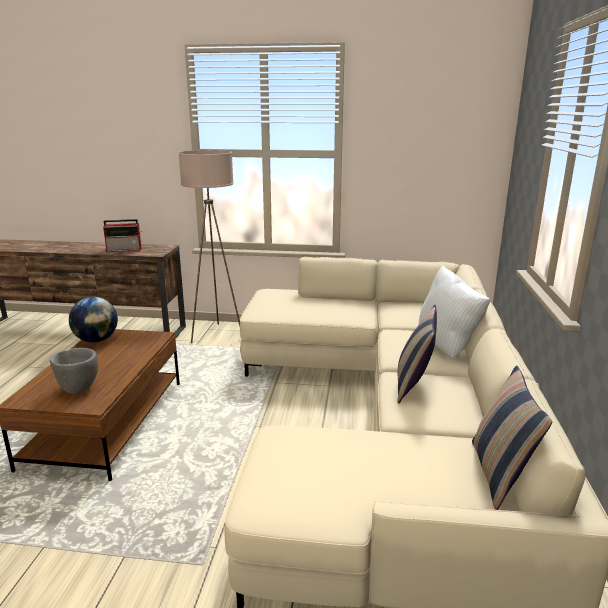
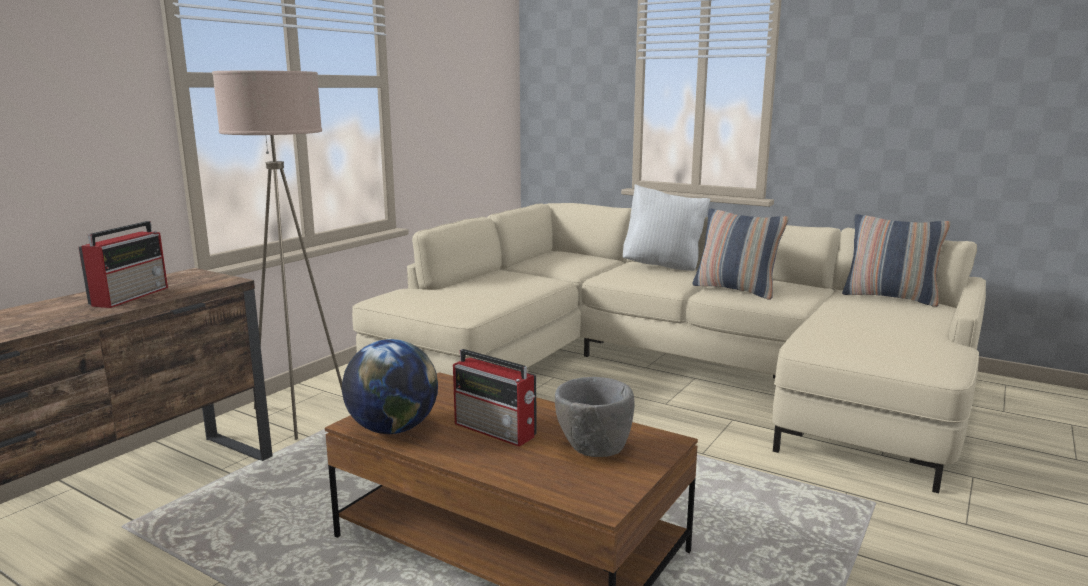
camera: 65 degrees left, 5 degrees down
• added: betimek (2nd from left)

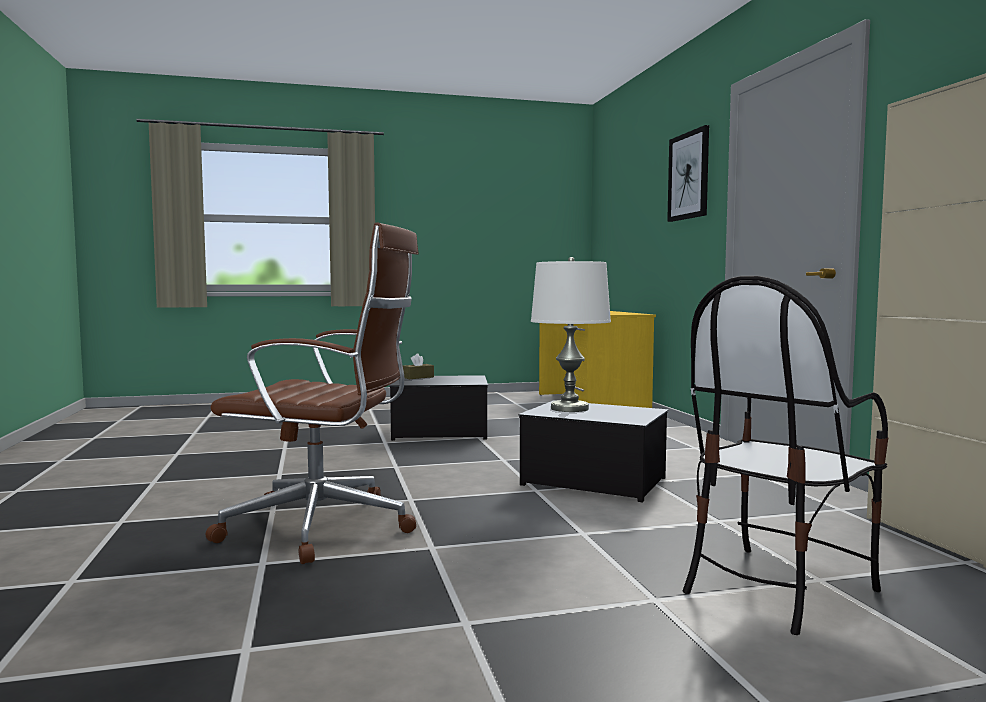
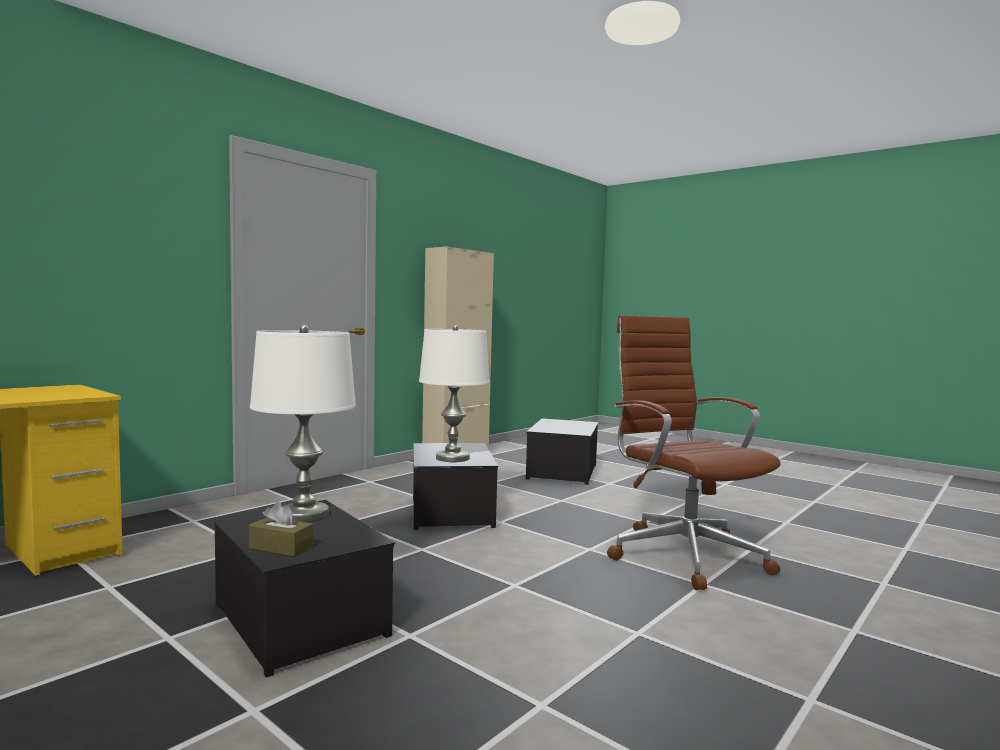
camera: 125 degrees left, 0 degrees up
• removed: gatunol
• added: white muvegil (1st from left)
• replaced: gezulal to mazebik (3rd from left)

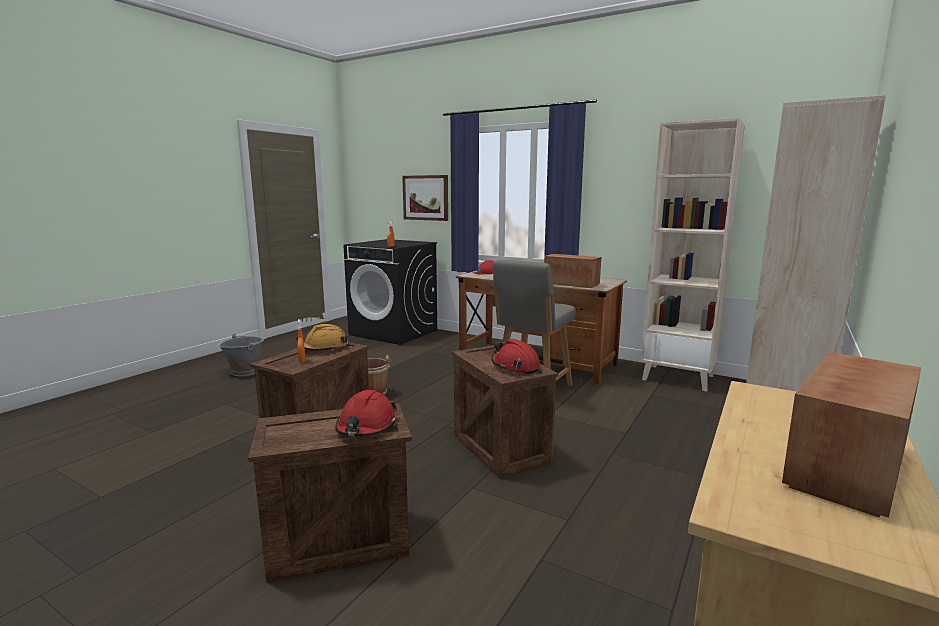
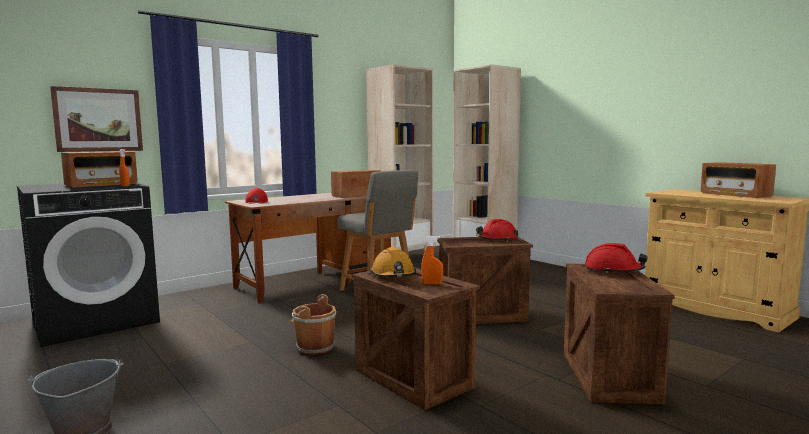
camera: 70 degrees left, 5 degrees down
• added: betimek (1st from left)

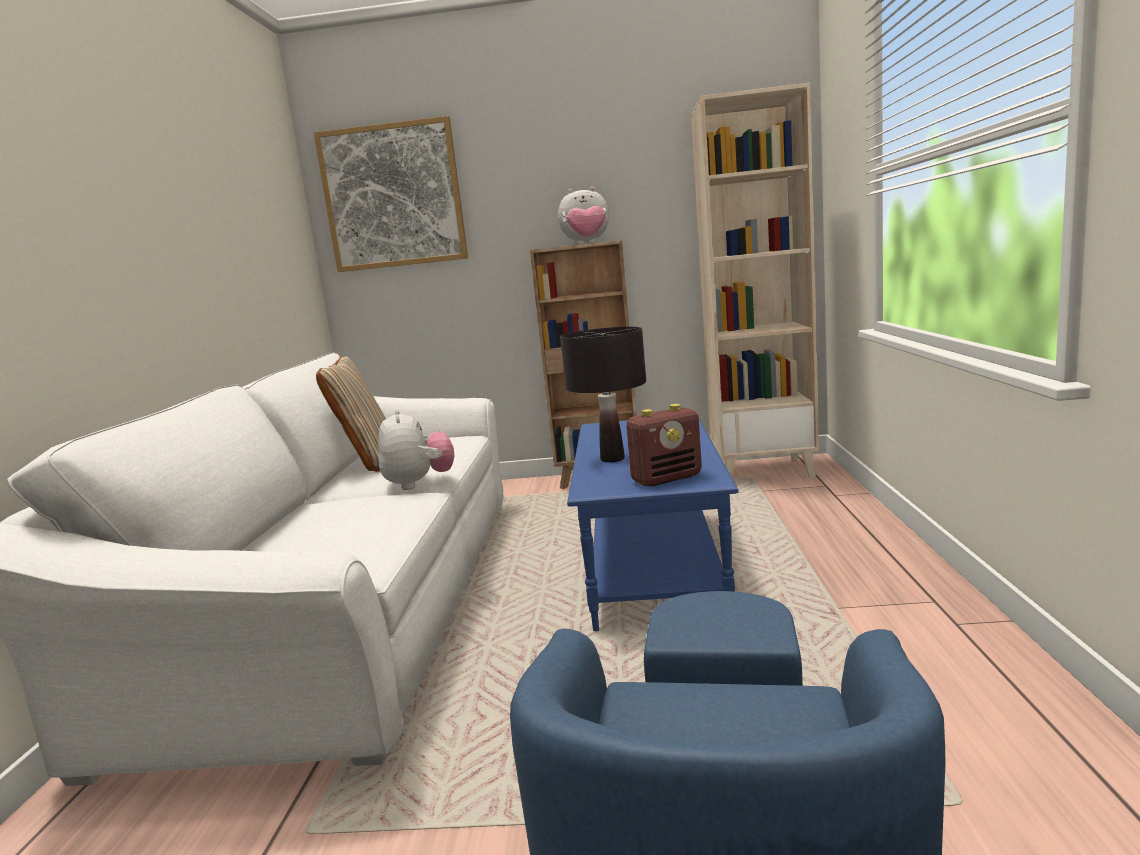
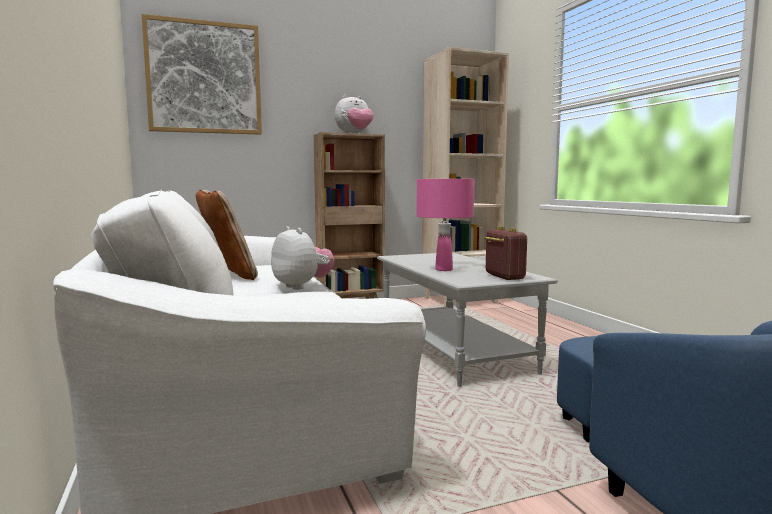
camera: 25 degrees left, 5 degrees down
• recoloured: black muvegil to pink muvegil
• recoloured: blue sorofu to grey sorofu
• turned: betimek 60 degrees counterclockwise

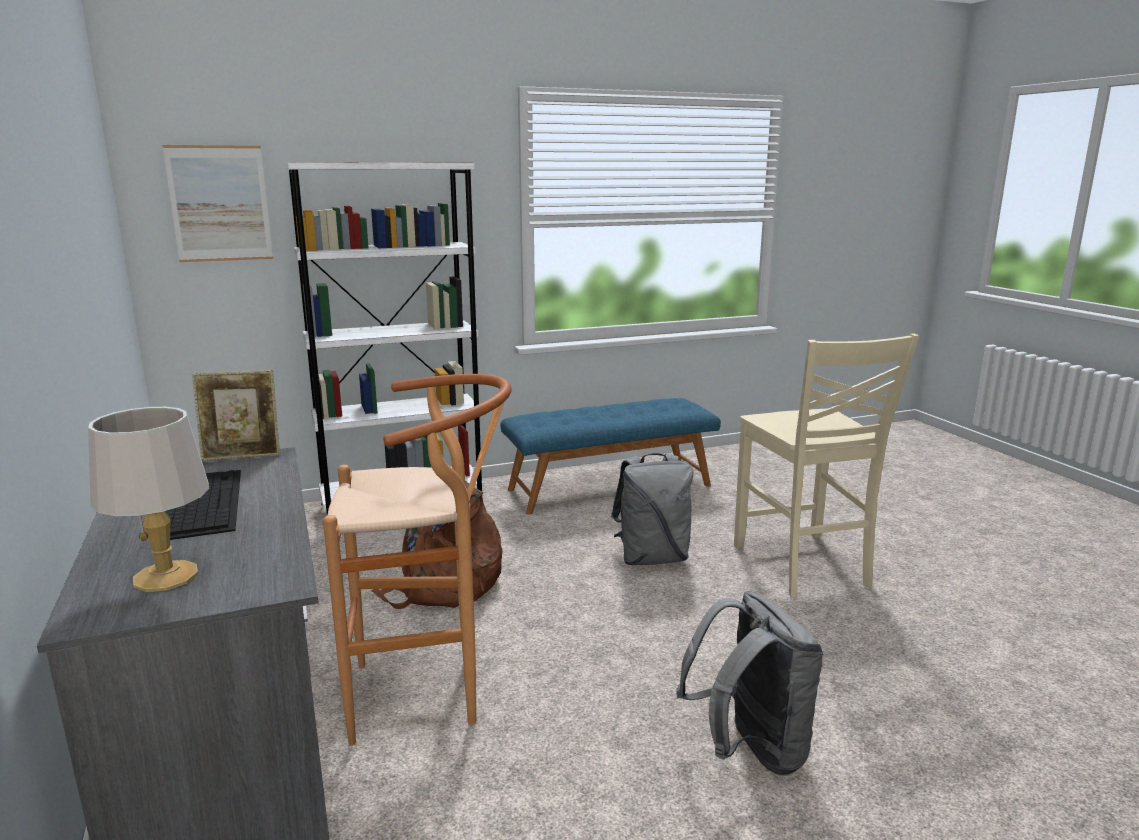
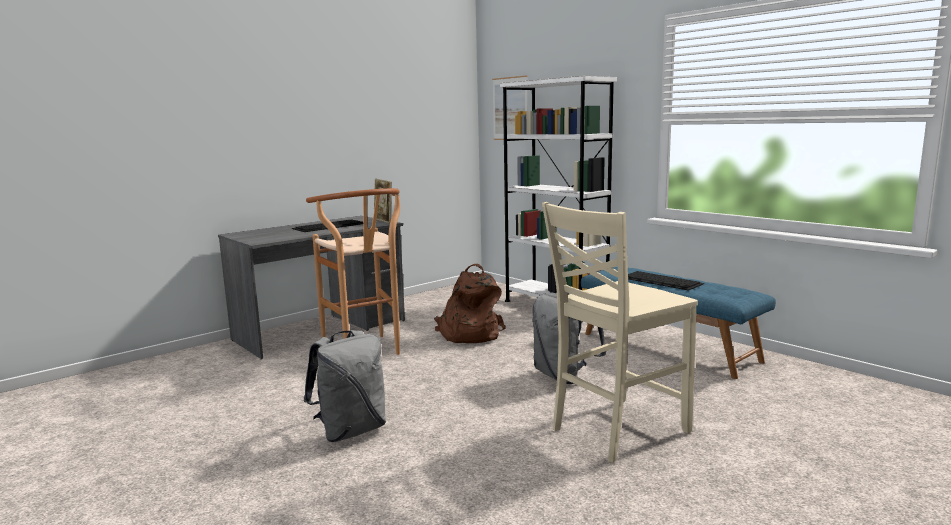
camera: 70 degrees right, 5 degrees down
• removed: grey muvegil
• added: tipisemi (2nd from left)

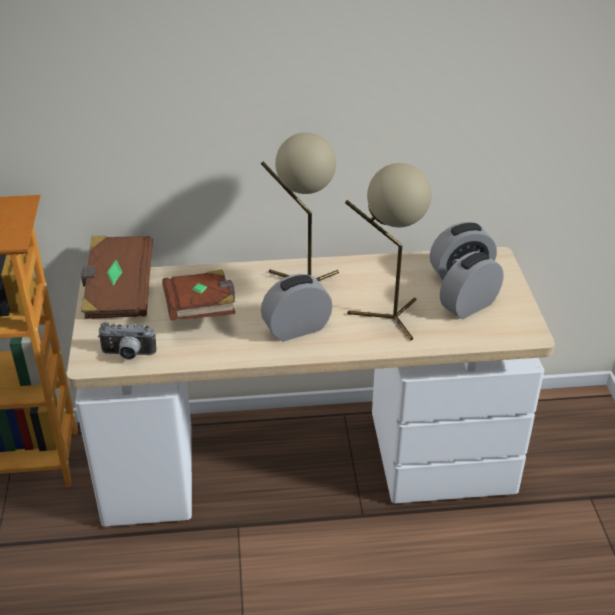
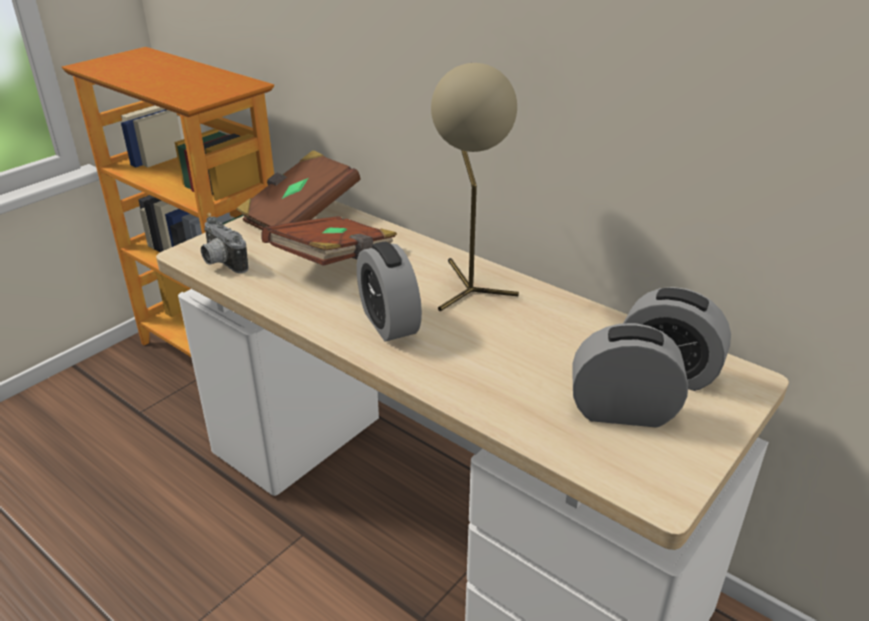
camera: 45 degrees right, 5 degrees down
• removed: beige muvegil (2nd from left)
• turned: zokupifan (1st from left) 135 degrees counterclockwise

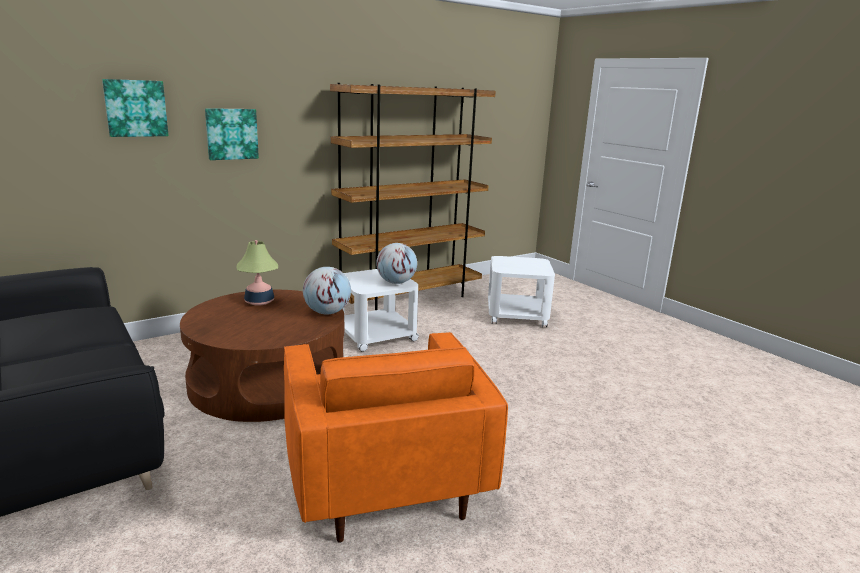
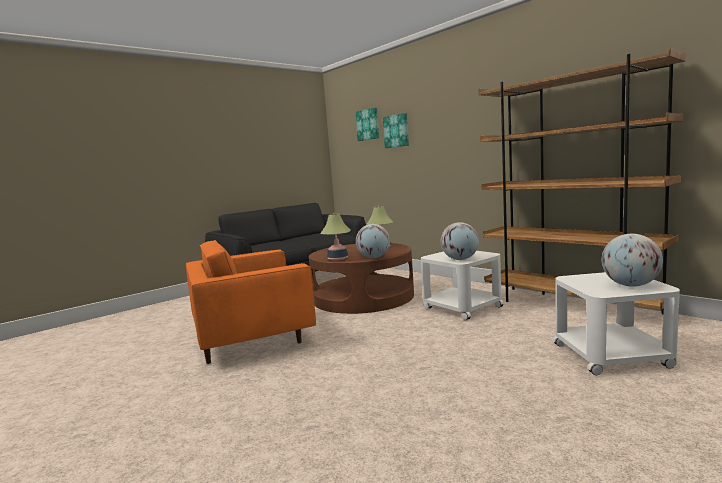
camera: 85 degrees right, 10 degrees down
• added: muvegil (1st from left)
• added: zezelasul (3rd from left)
• moved: gatunol (2nd from left in the first image) to gatunol (1st from left)

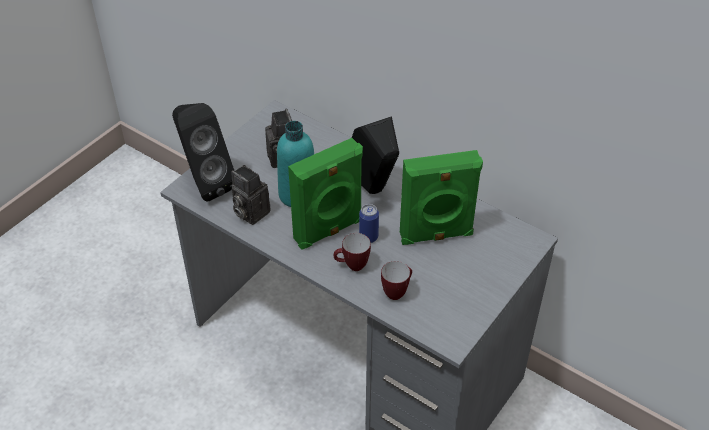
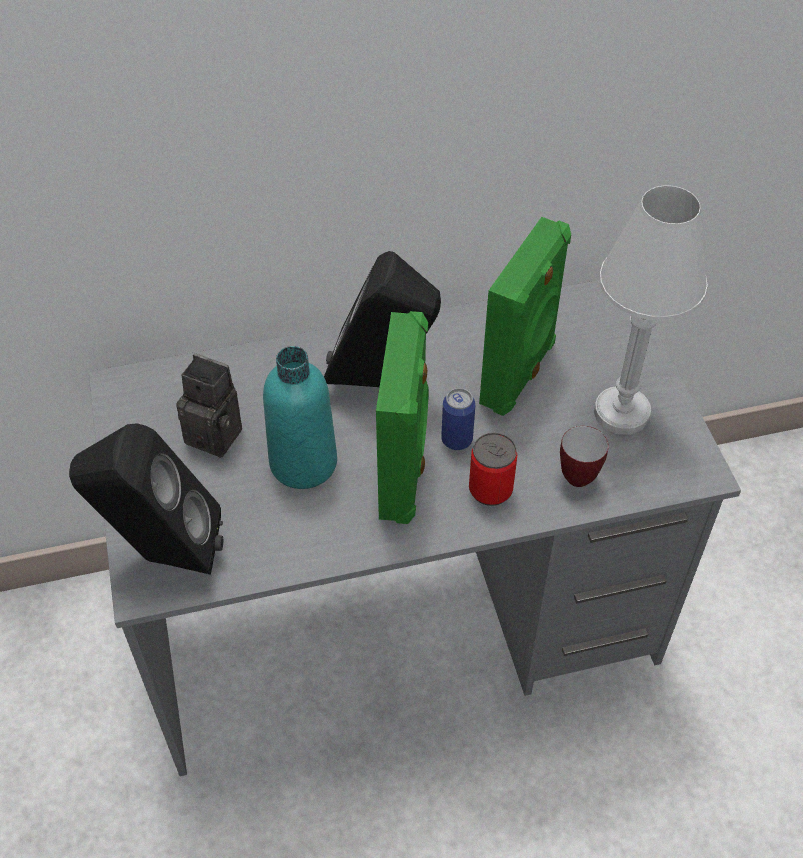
camera: 50 degrees left, 5 degrees up
• removed: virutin (1st from left)
• added: white muvegil
• replaced: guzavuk (1st from left) to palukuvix (2nd from left)

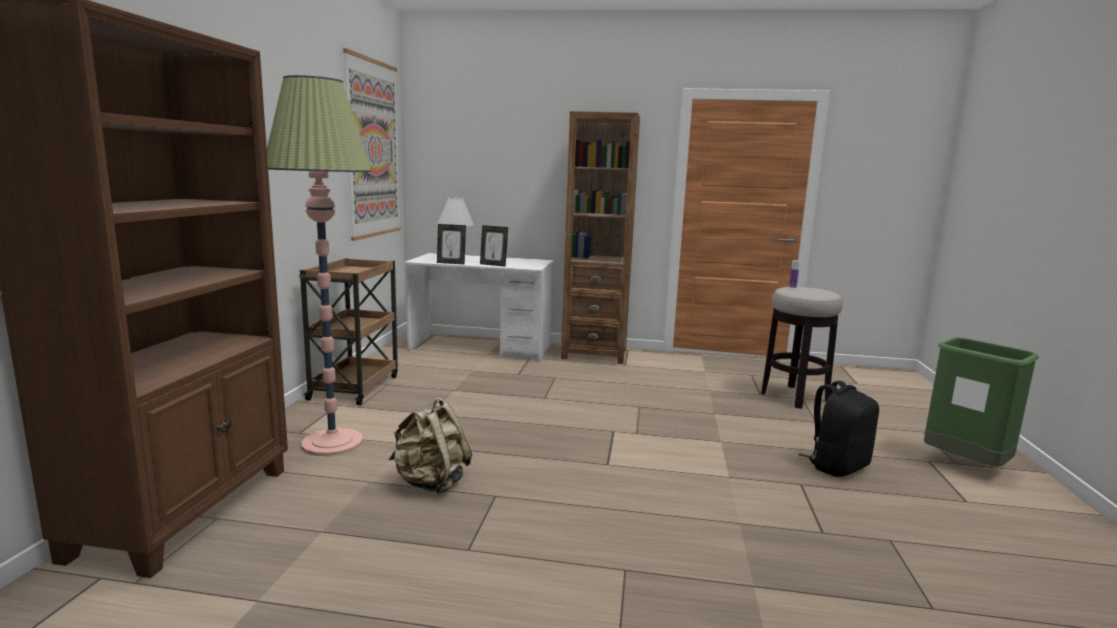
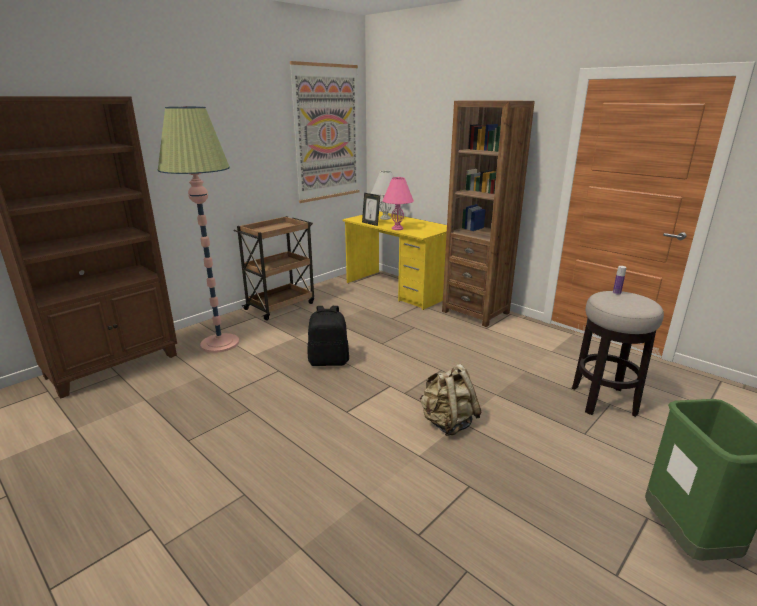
camera: 35 degrees right, 10 degrees up
• moved: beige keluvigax
• moved: black keluvigax
• replaced: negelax (2nd from left) to pink muvegil
• recoloured: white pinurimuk to yellow pinurimuk

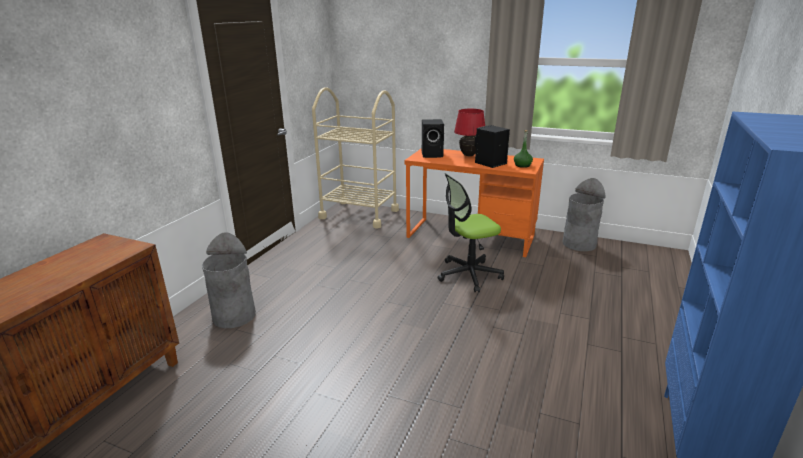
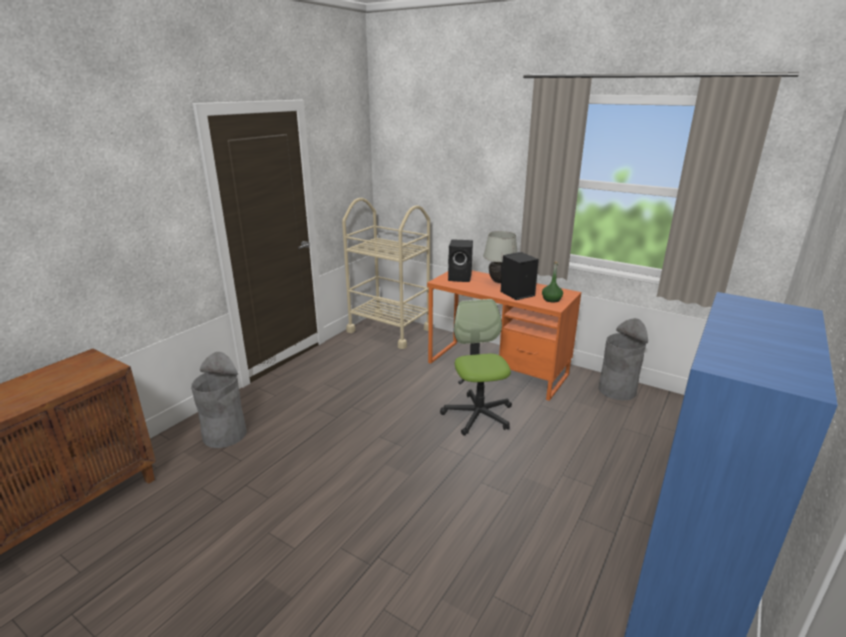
camera: 10 degrees right, 0 degrees up
• recoloured: red muvegil to white muvegil
• turned: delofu 90 degrees clockwise

